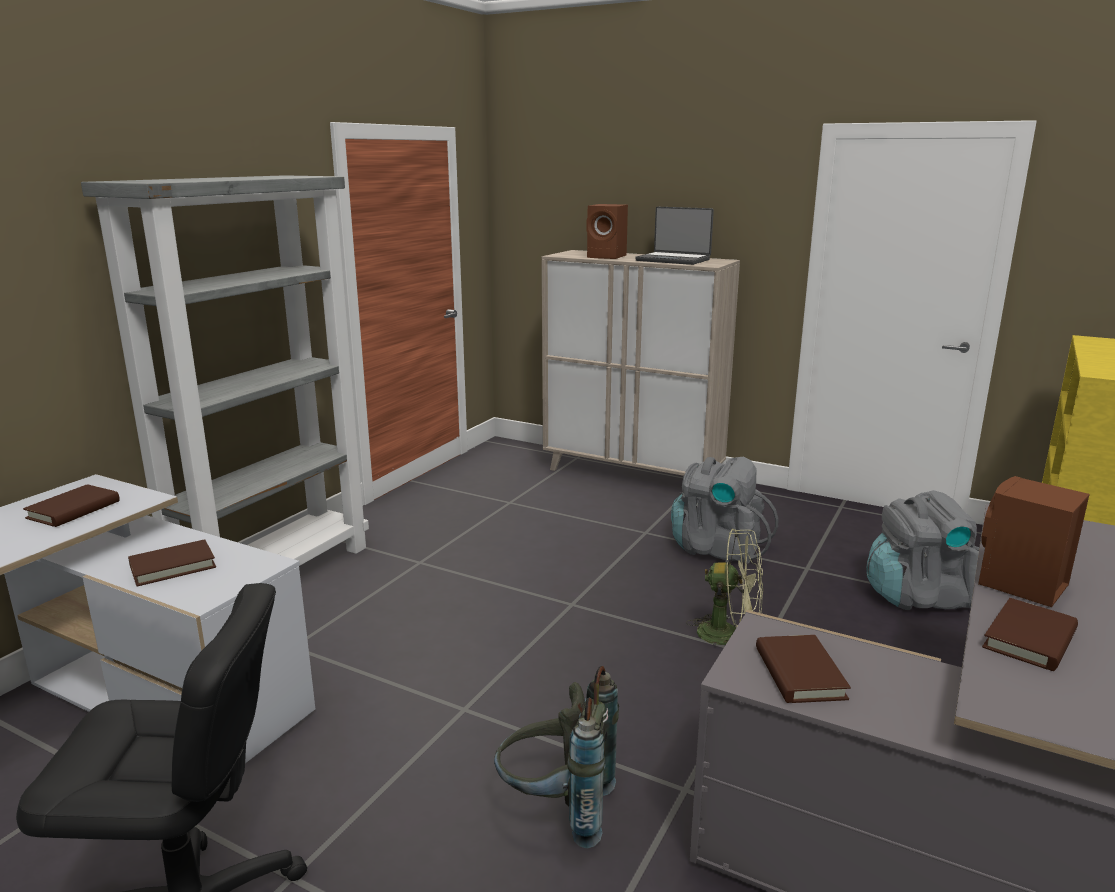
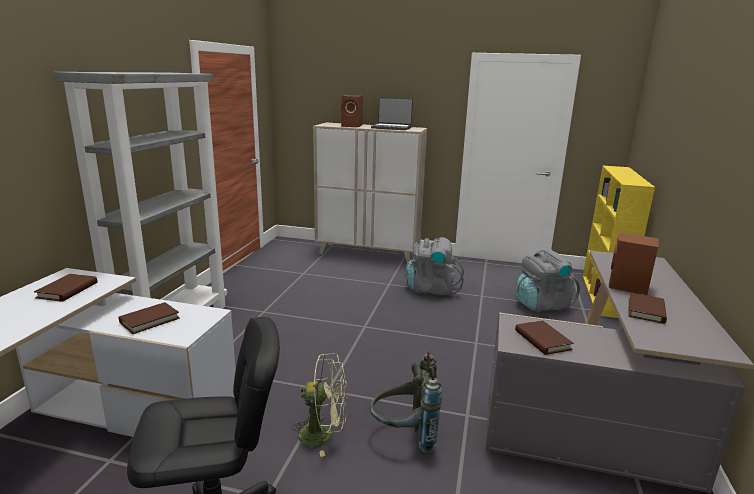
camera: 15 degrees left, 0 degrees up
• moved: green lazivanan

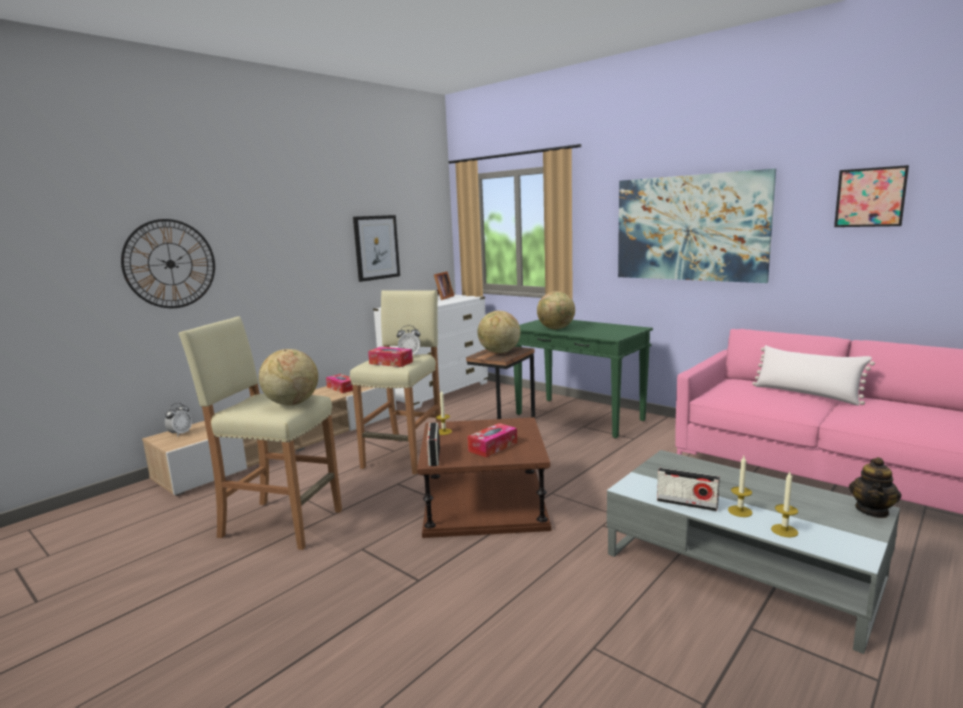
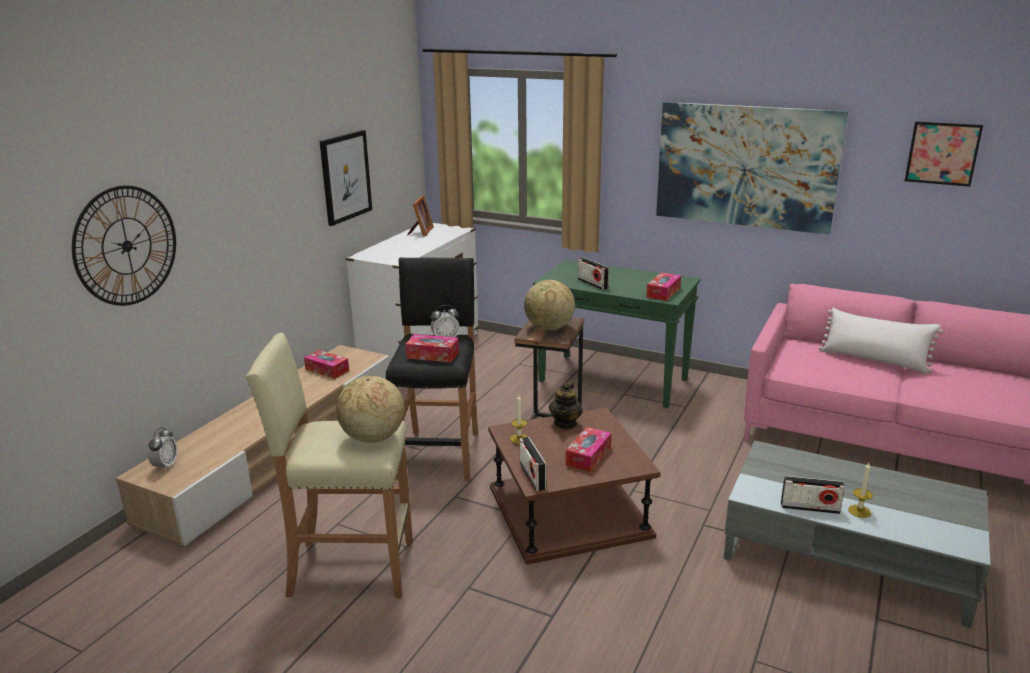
camera: 15 degrees left, 10 degrees up
• removed: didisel (3rd from left)
• added: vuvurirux (4th from left)
• moved: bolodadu
• replaced: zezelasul (3rd from left) to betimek (2nd from left)
• recoloured: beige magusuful (2nd from left) to black magusuful

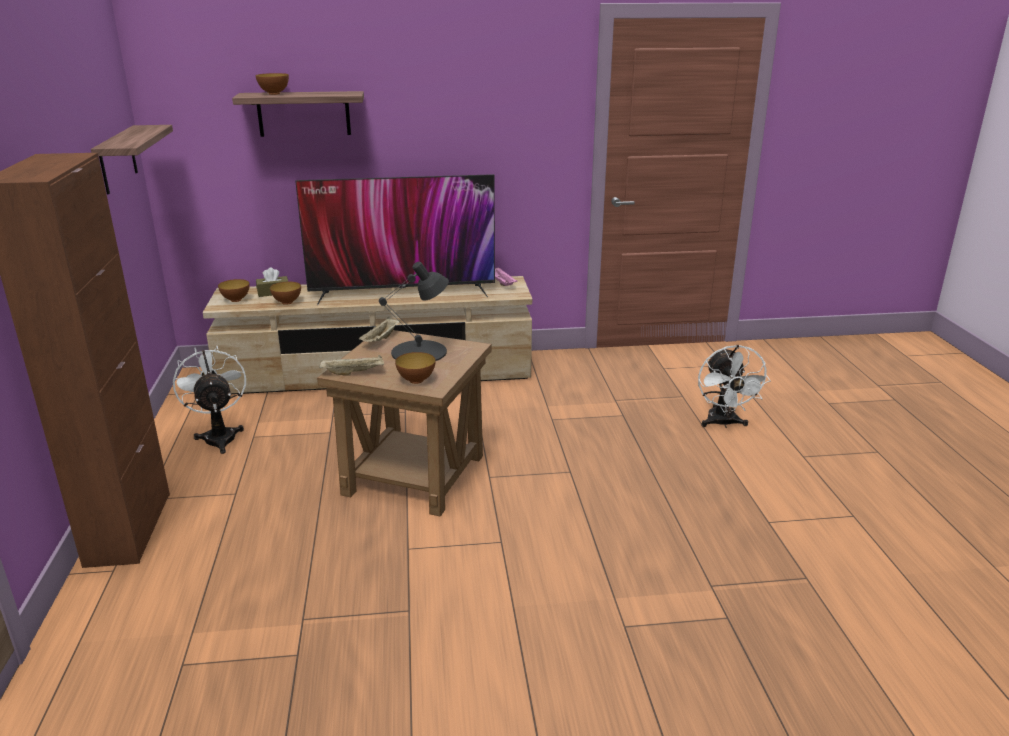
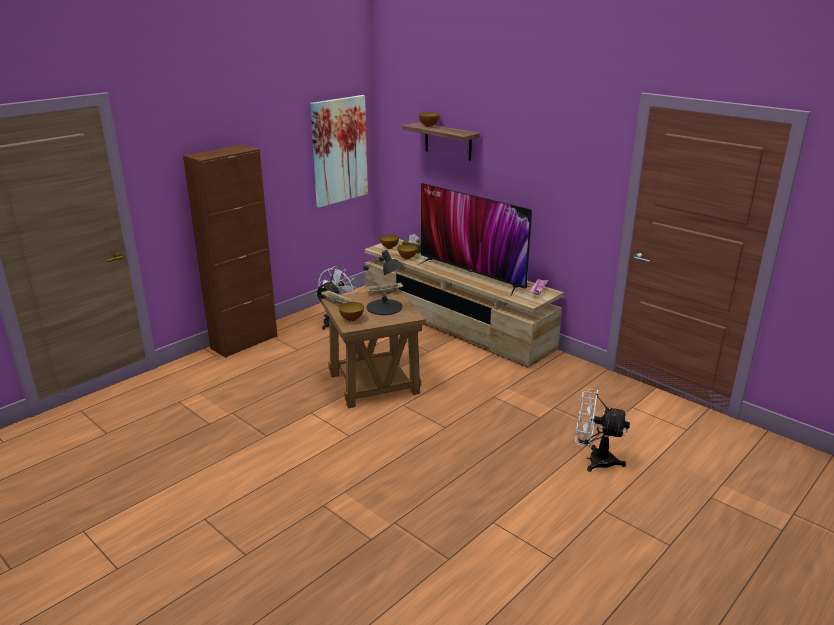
camera: 50 degrees right, 0 degrees up
• replaced: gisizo (1st from left) to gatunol
• turned: white lazivanan (2nd from left) 60 degrees clockwise

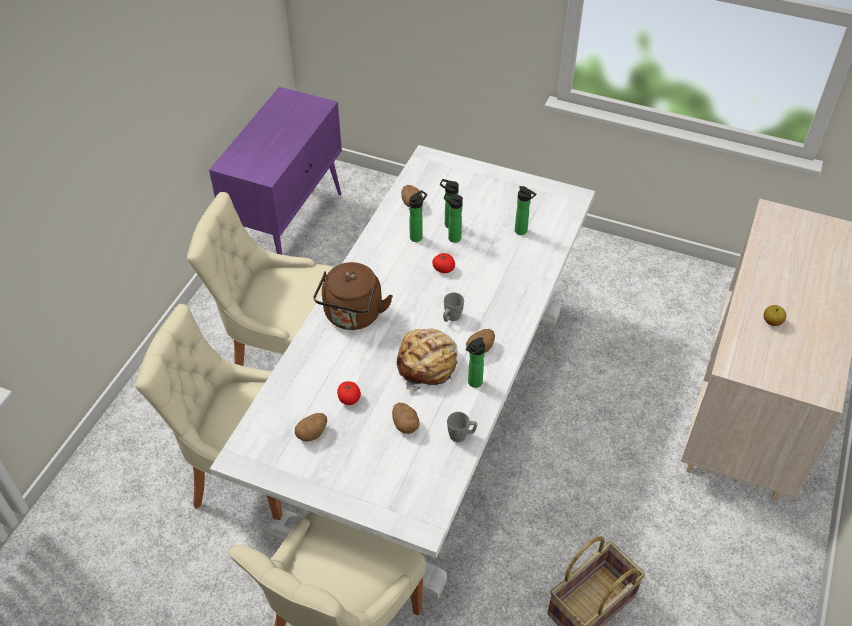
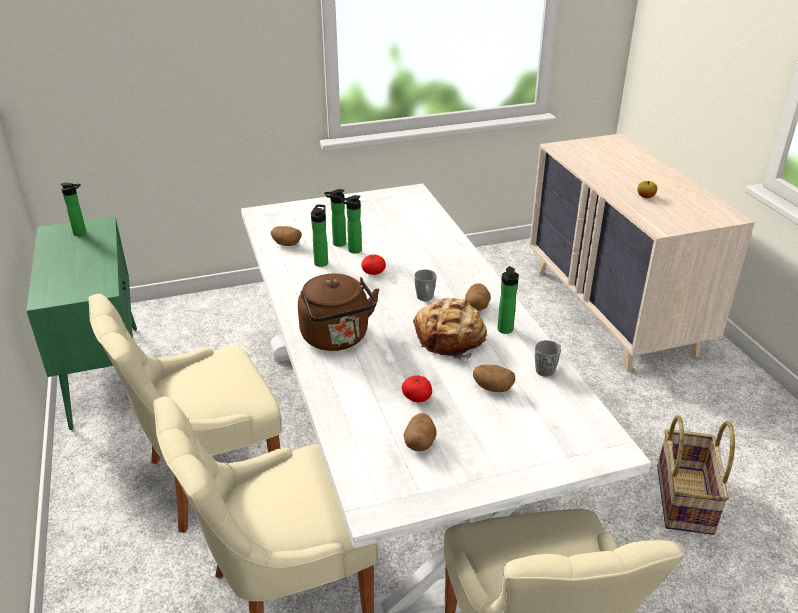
camera: 40 degrees left, 15 degrees down
• moved: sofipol (5th from left in the first image) to sofipol (1st from left)
• recoloured: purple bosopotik to green bosopotik

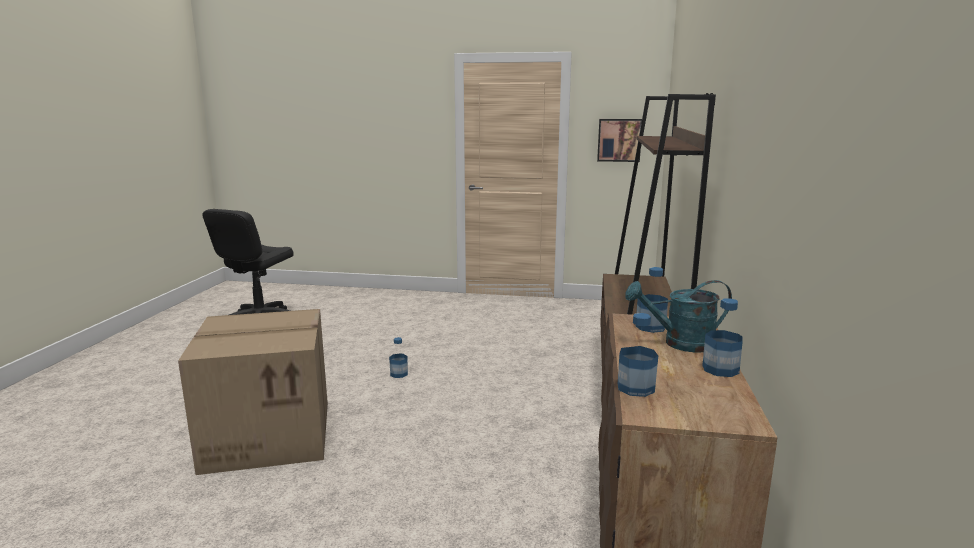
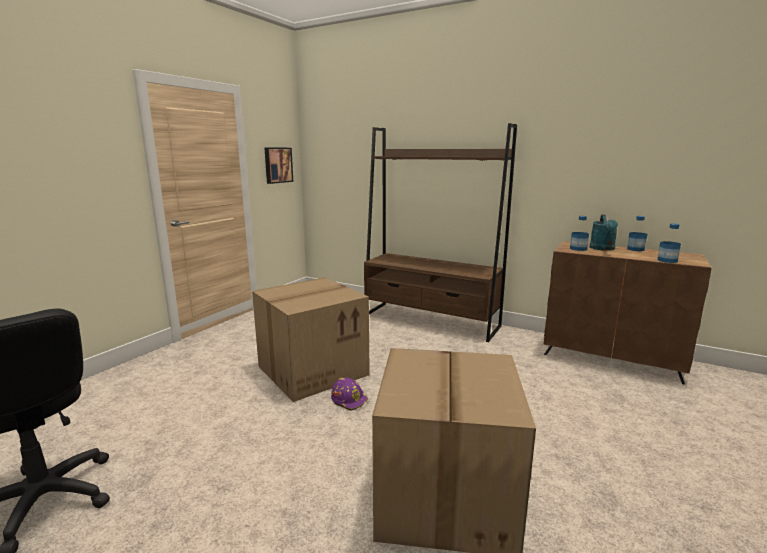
camera: 70 degrees left, 0 degrees up
• added: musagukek (1st from left)
• replaced: sofipol (1st from left) to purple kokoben

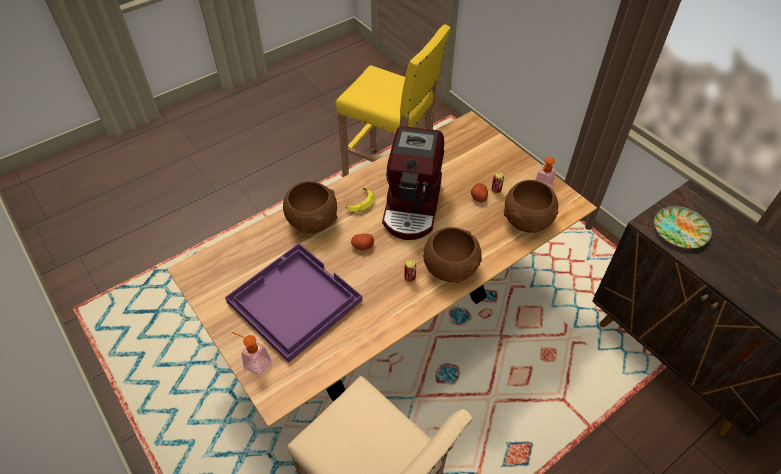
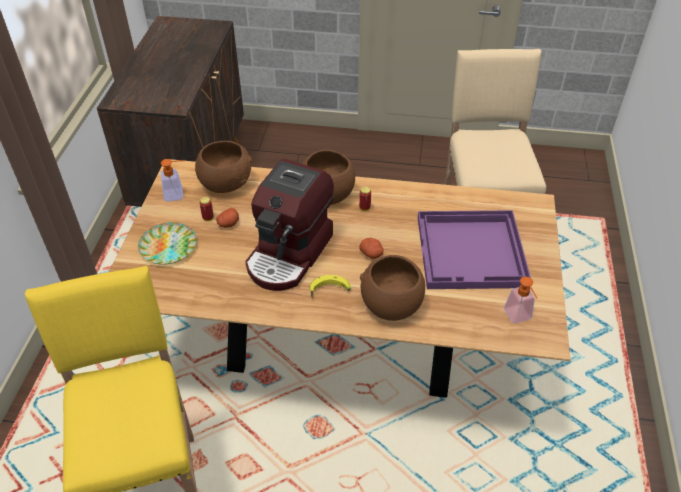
camera: 135 degrees left, 5 degrees down
• moved: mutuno (1st from left in the first image) to mutuno (2nd from left)
• moved: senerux
• turned: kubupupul 150 degrees clockwise

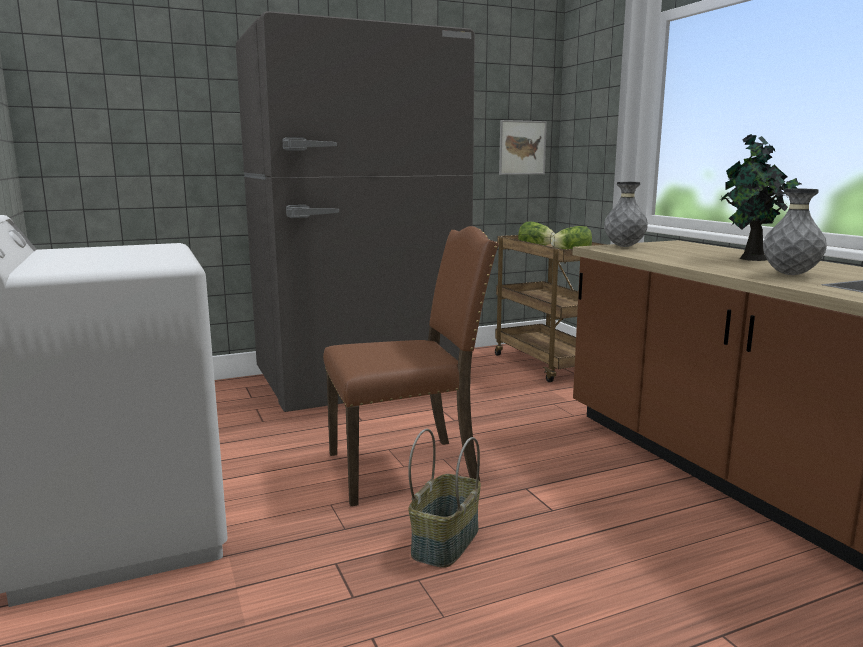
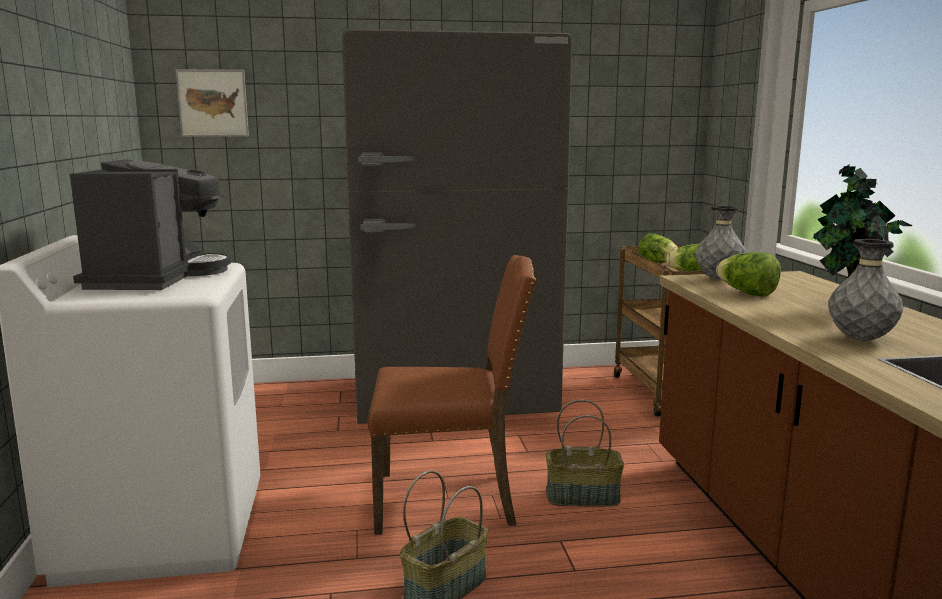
camera: 15 degrees right, 0 degrees up
• added: kubupupul
• added: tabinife (2nd from left)
• added: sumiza (3rd from left)
• moved: gatunol

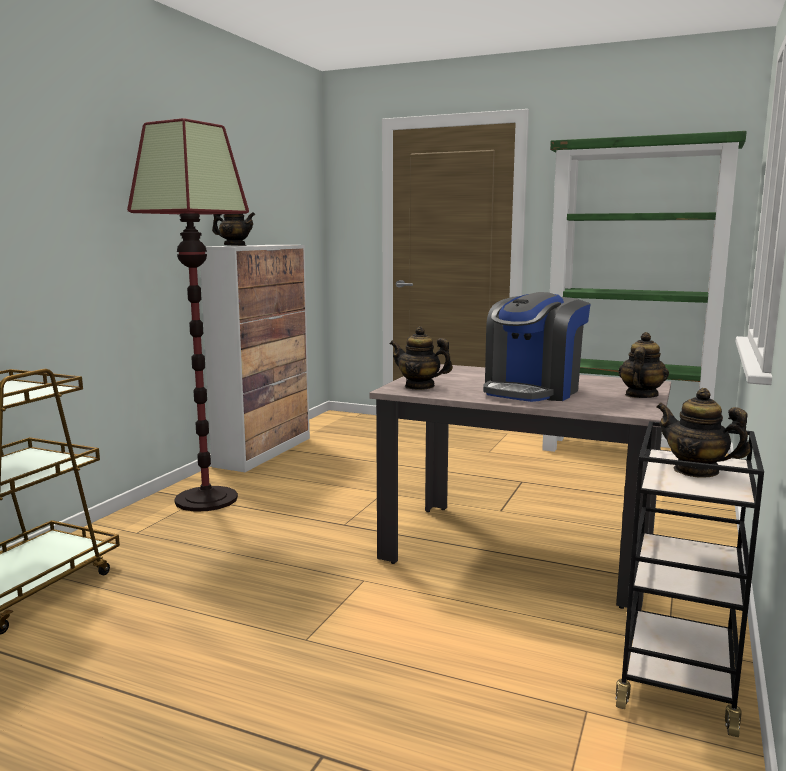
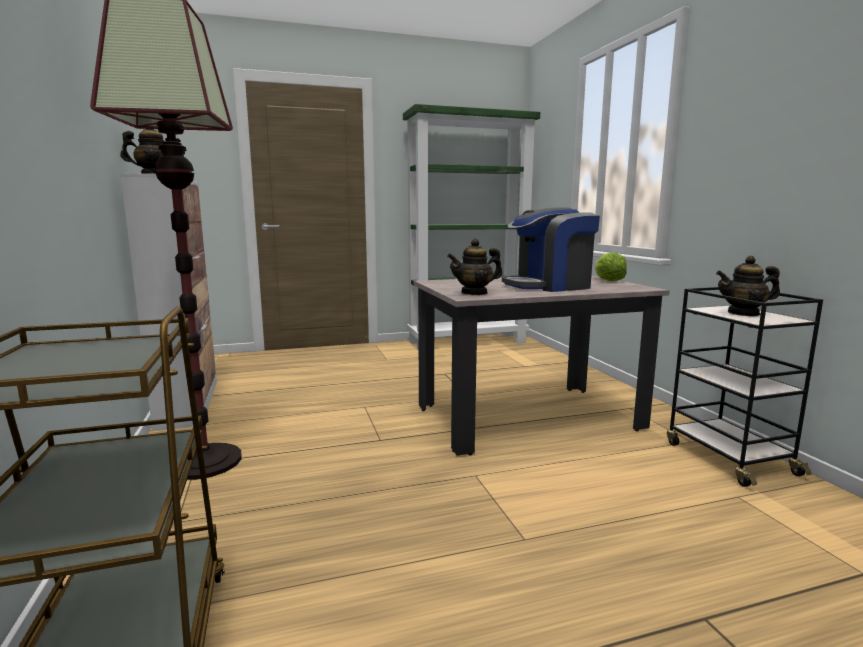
camera: 40 degrees left, 0 degrees up
• replaced: bolodadu (3rd from left) to sumiza
• turned: kubupupul 75 degrees clockwise

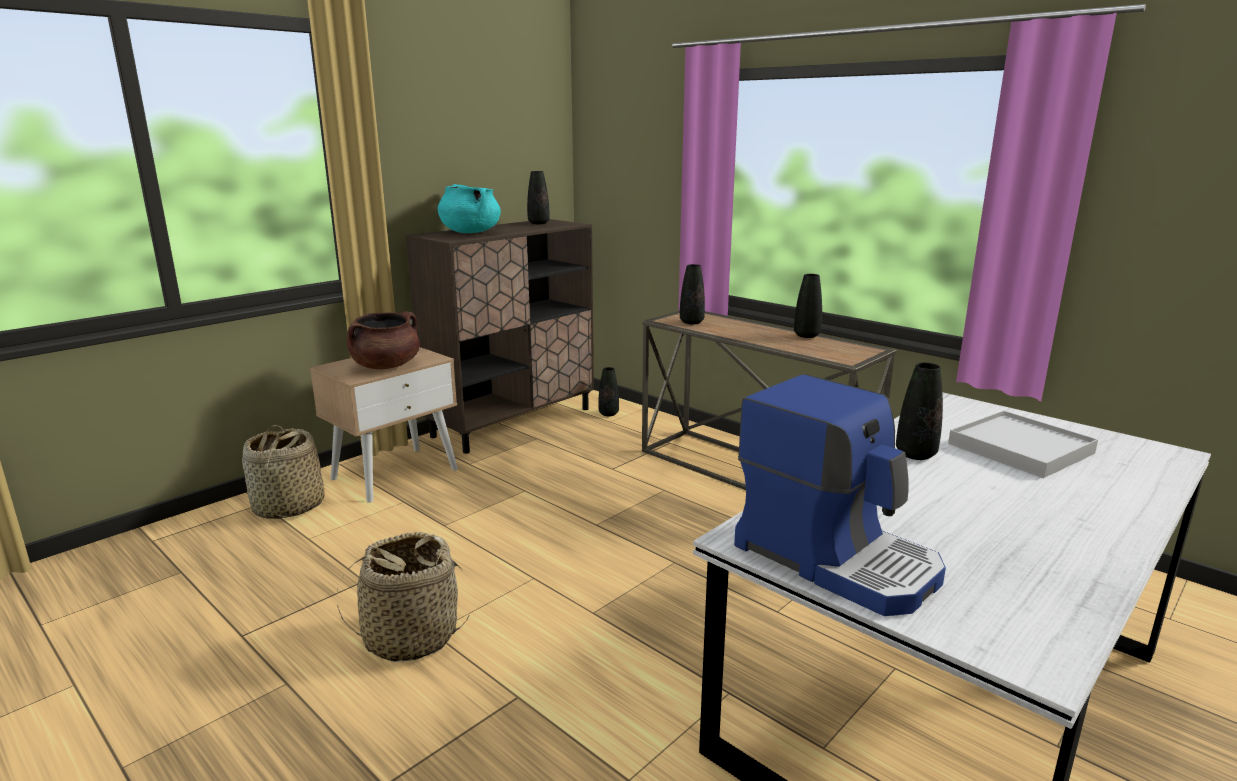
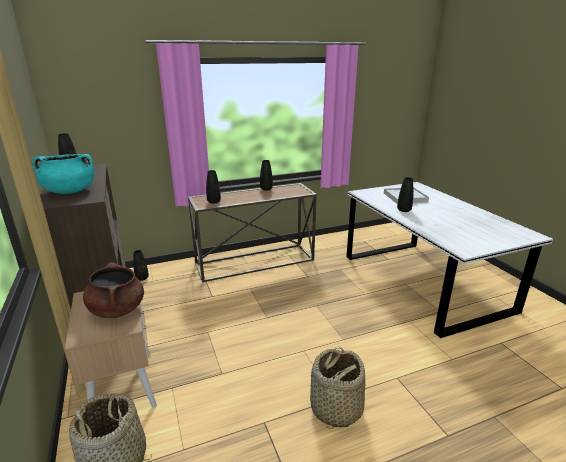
camera: 65 degrees left, 5 degrees up
• removed: kubupupul

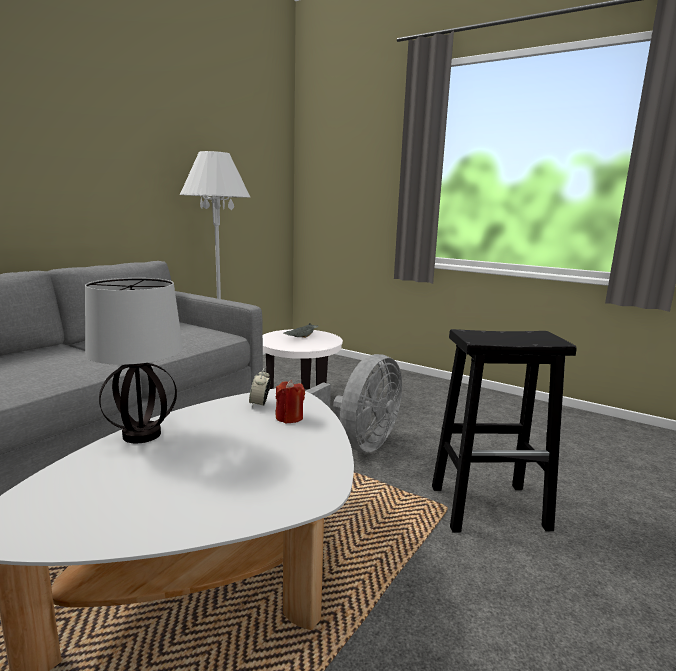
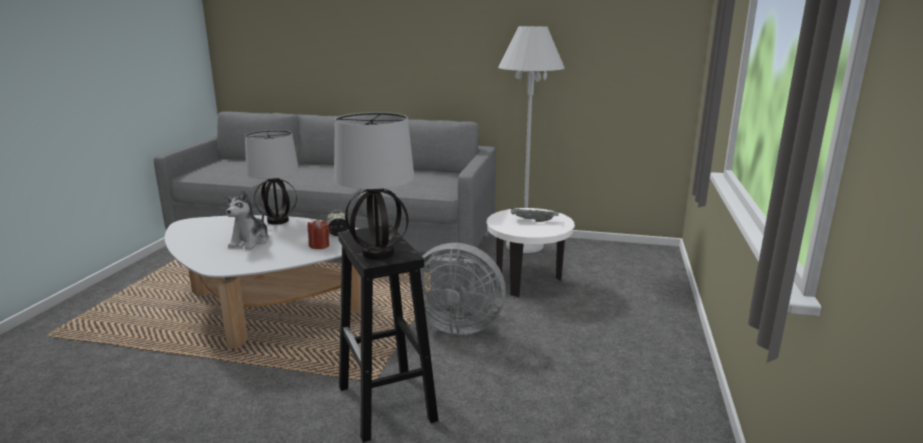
camera: 70 degrees right, 5 degrees up
• added: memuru
• added: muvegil (2nd from left)

